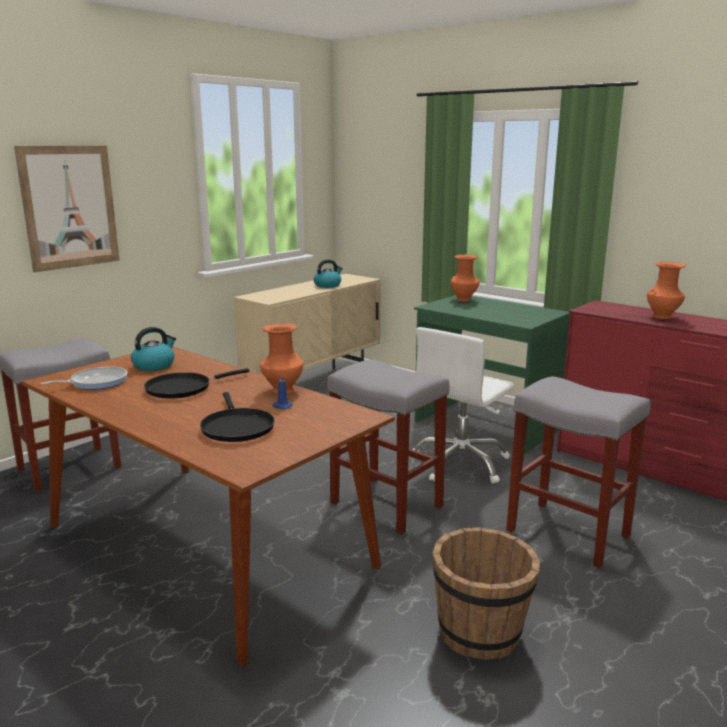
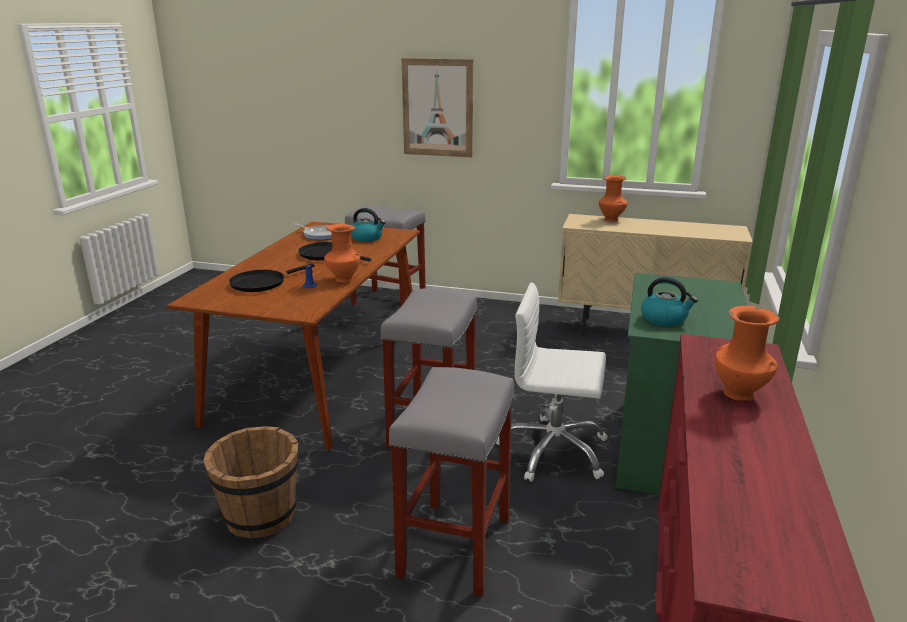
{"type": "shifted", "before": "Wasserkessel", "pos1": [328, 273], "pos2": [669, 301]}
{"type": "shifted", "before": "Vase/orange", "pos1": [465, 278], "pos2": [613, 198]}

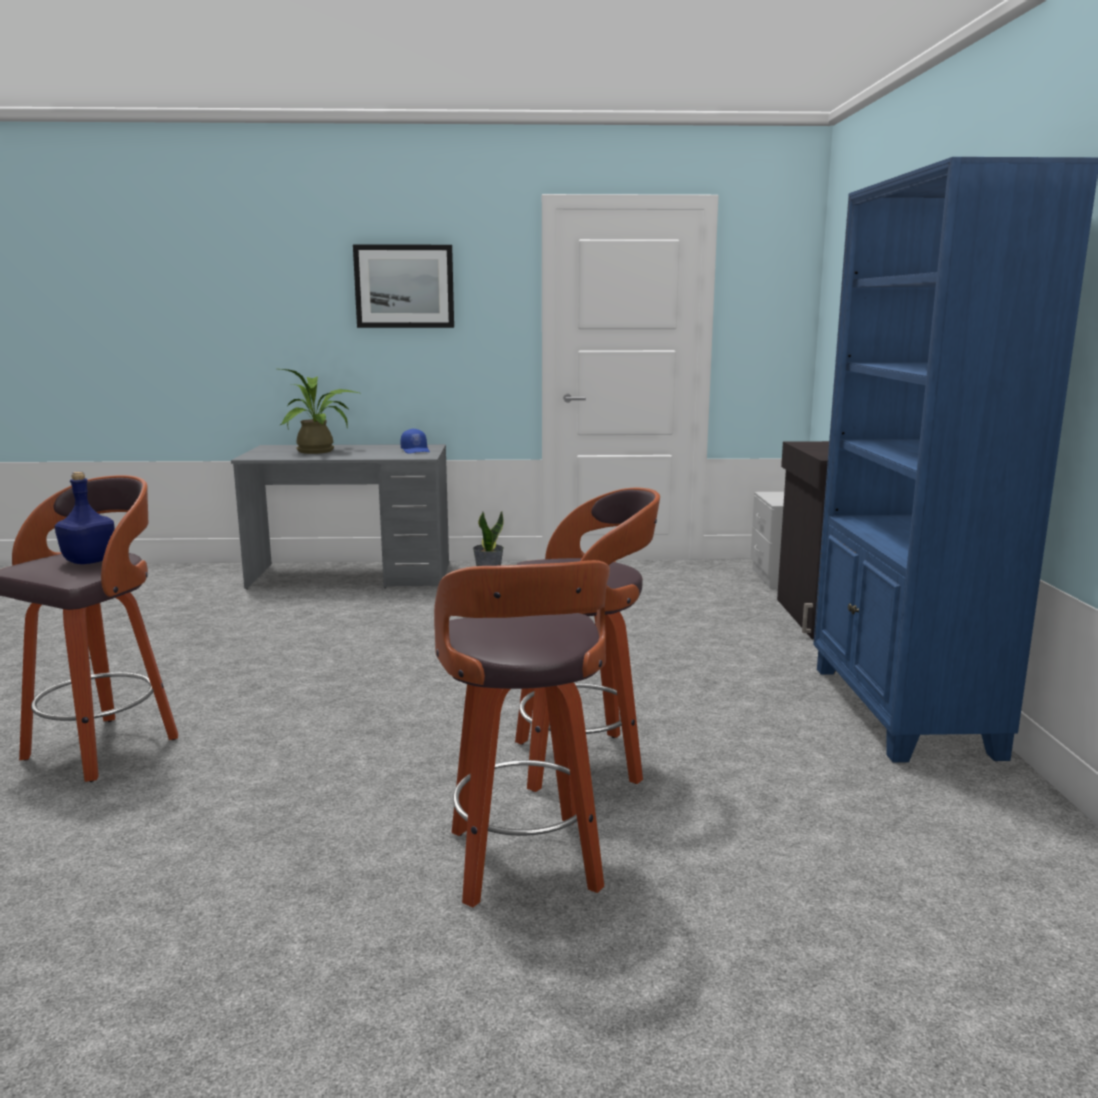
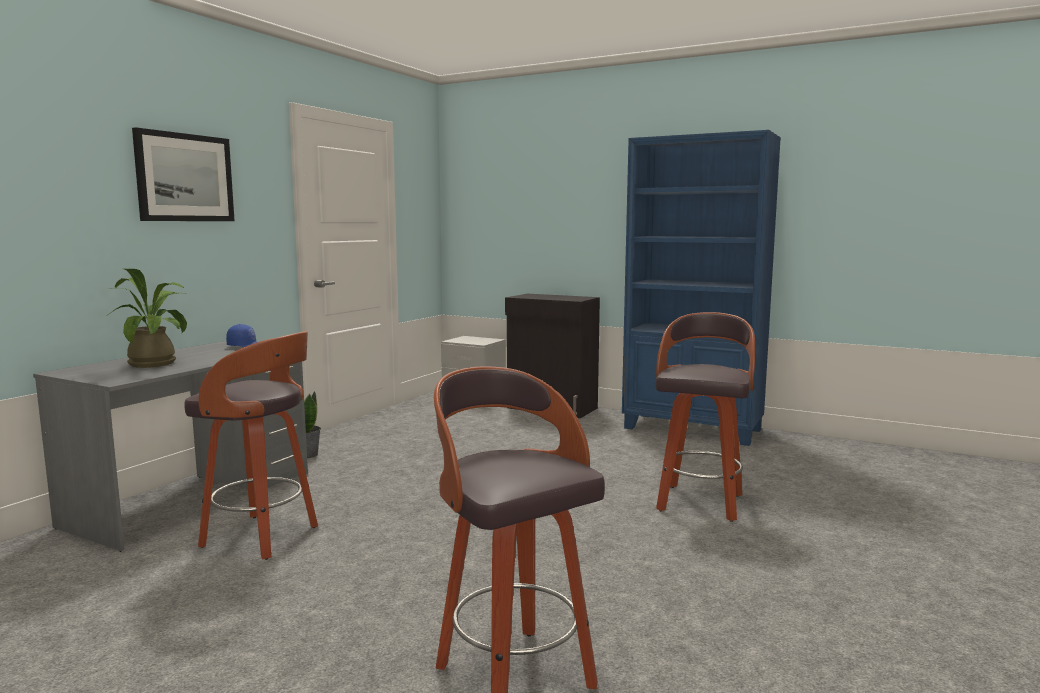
{"type": "gone", "before": "Flasche/blau", "pos1": [85, 518]}
{"type": "shifted", "before": "Hocker", "pos1": [522, 734], "pos2": [251, 445]}

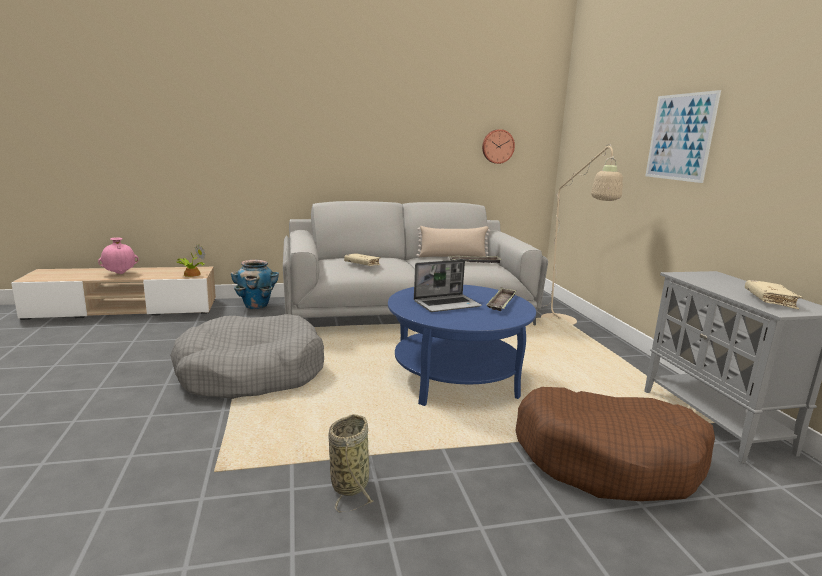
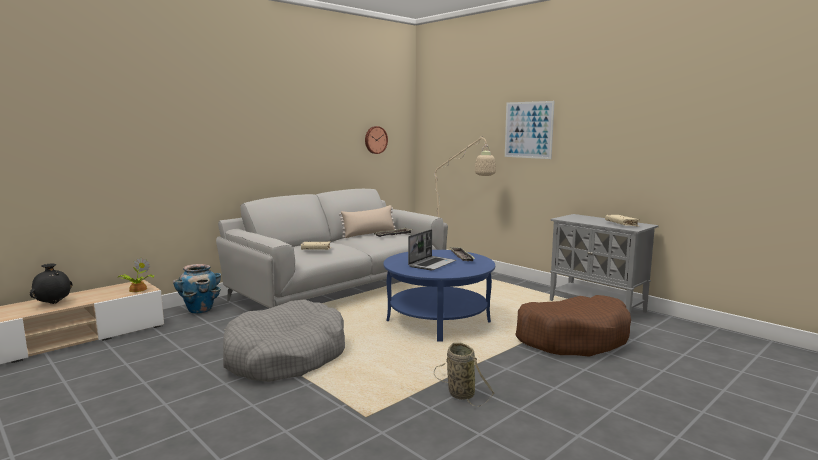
{"type": "repainted", "before": "Vase/rosa", "after": "Vase/schwarz", "pos1": [118, 255], "pos2": [51, 284]}

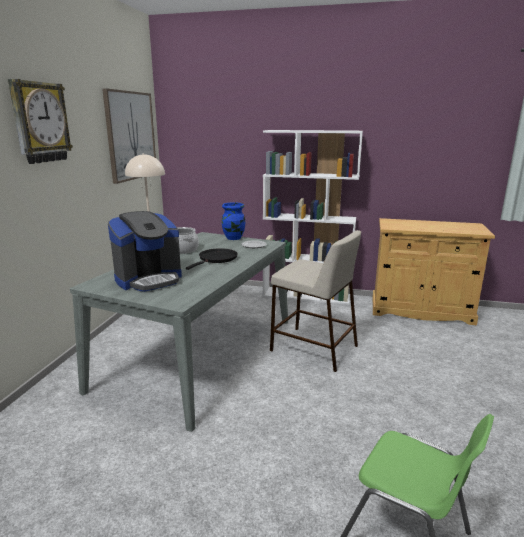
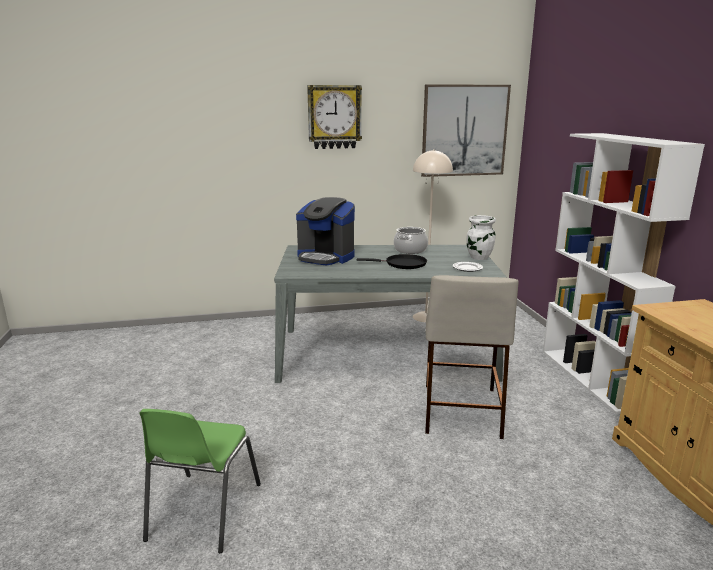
{"type": "repainted", "before": "Vase/blau", "after": "Vase/weiß", "pos1": [233, 221], "pos2": [481, 237]}

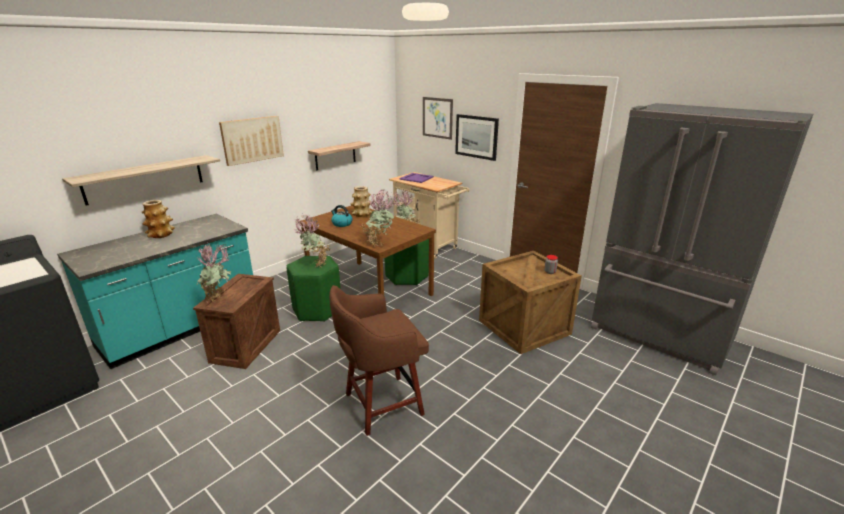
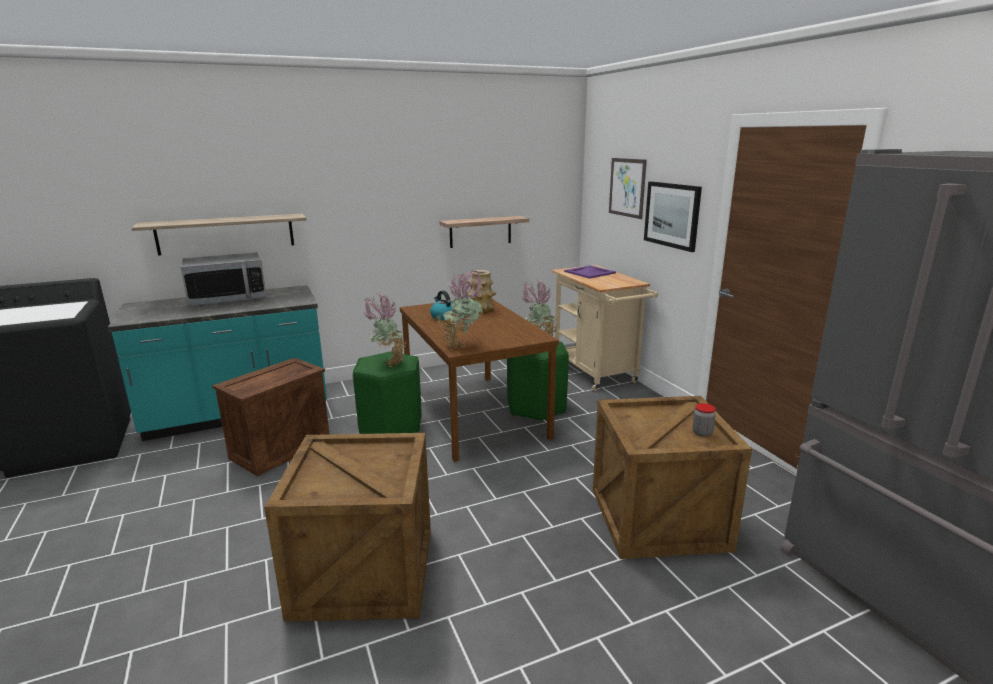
{"type": "gone", "before": "Topfpflanze", "pos1": [214, 272]}
{"type": "gone", "before": "Bild", "pos1": [251, 141]}
{"type": "swapped", "before": "Vase", "after": "Mikrowelle", "pos1": [158, 219], "pos2": [224, 279]}
{"type": "swapped", "before": "Hocker/braun", "after": "Kiste", "pos1": [379, 360], "pos2": [347, 527]}

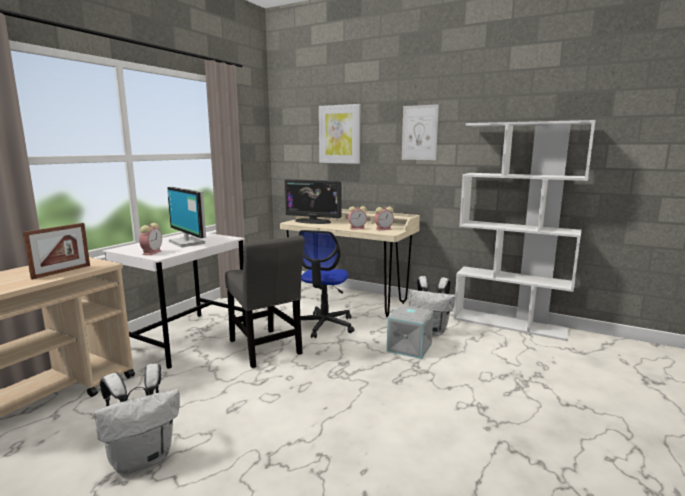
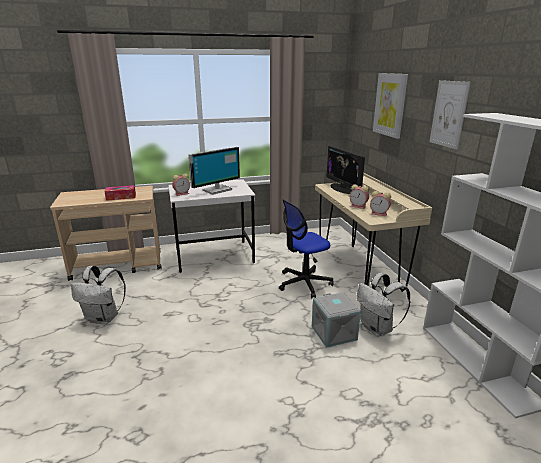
{"type": "gone", "before": "Stuhl/grau", "pos1": [265, 301]}
{"type": "swapped", "before": "Bilderrahmen", "after": "Taschentuchbox", "pos1": [56, 251], "pos2": [120, 193]}
{"type": "rotated", "before": "Monitor", "pos1": [186, 217], "pos2": [214, 171], "turn": -135}

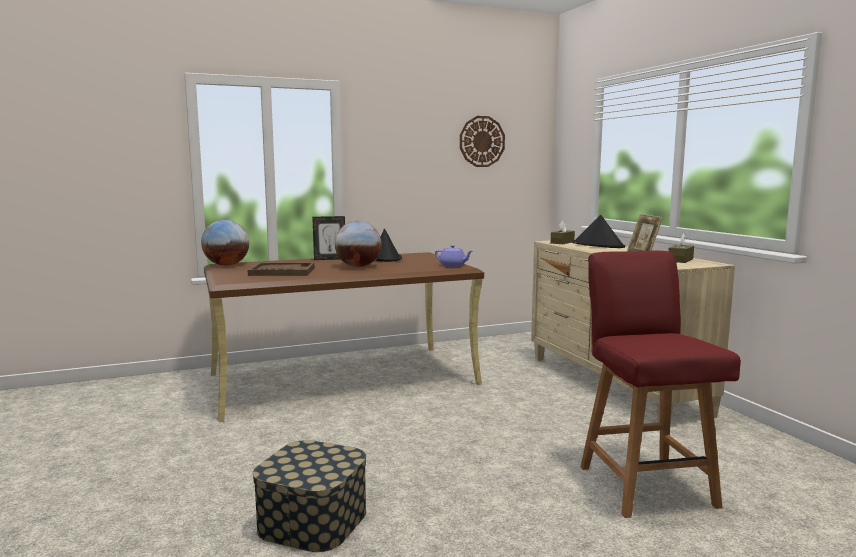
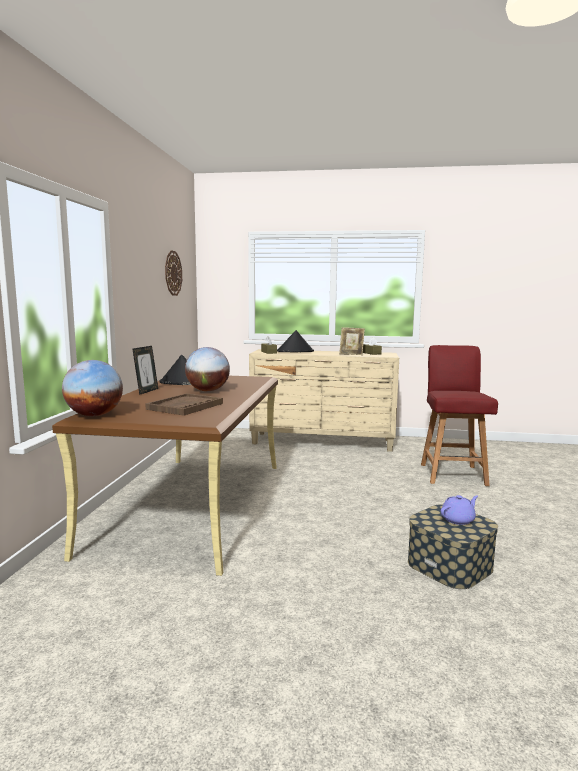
{"type": "shifted", "before": "Teekanne/lila", "pos1": [453, 256], "pos2": [459, 510]}
{"type": "rotated", "before": "Stuhl/rot", "pos1": [660, 384], "pos2": [459, 415], "turn": 75}

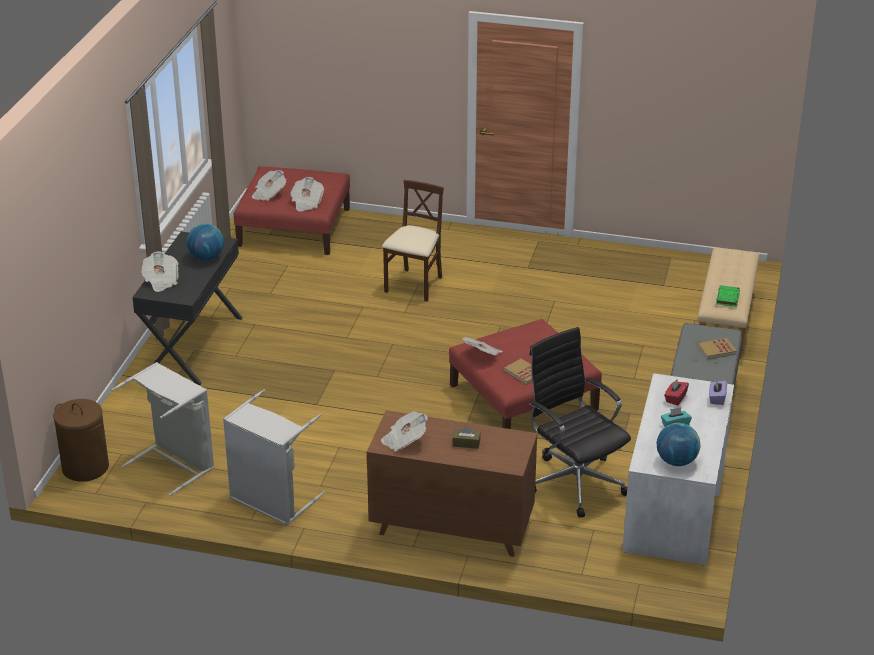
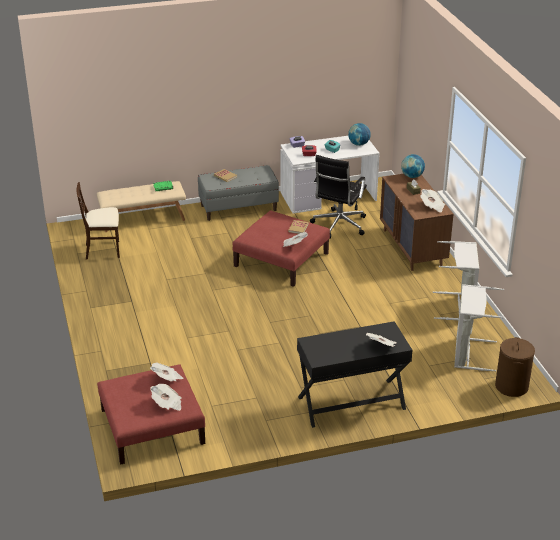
{"type": "shifted", "before": "Globus", "pos1": [205, 242], "pos2": [413, 166]}
{"type": "shifted", "before": "Stuhl/beige", "pos1": [413, 241], "pos2": [98, 220]}

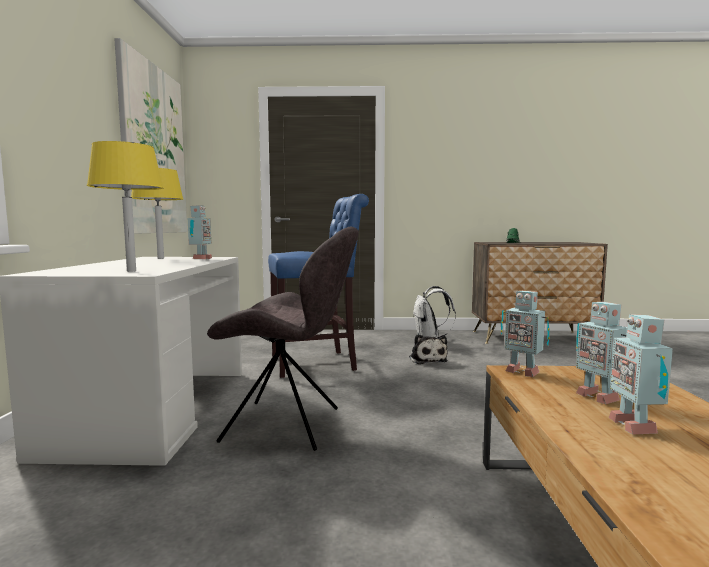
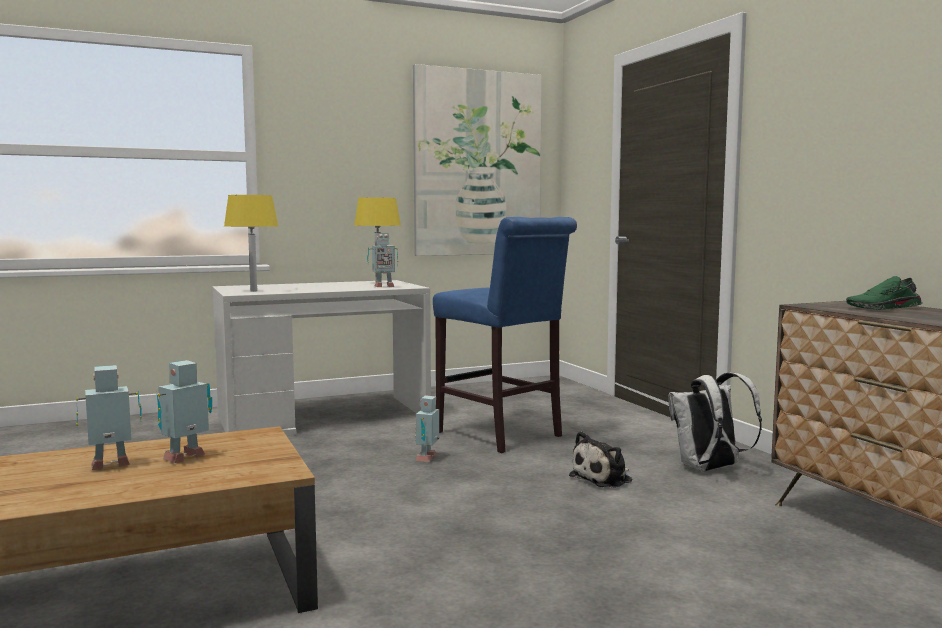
{"type": "gone", "before": "Stuhl/grau", "pos1": [283, 339]}
{"type": "shifted", "before": "Spielzeugroboter", "pos1": [525, 334], "pos2": [427, 428]}

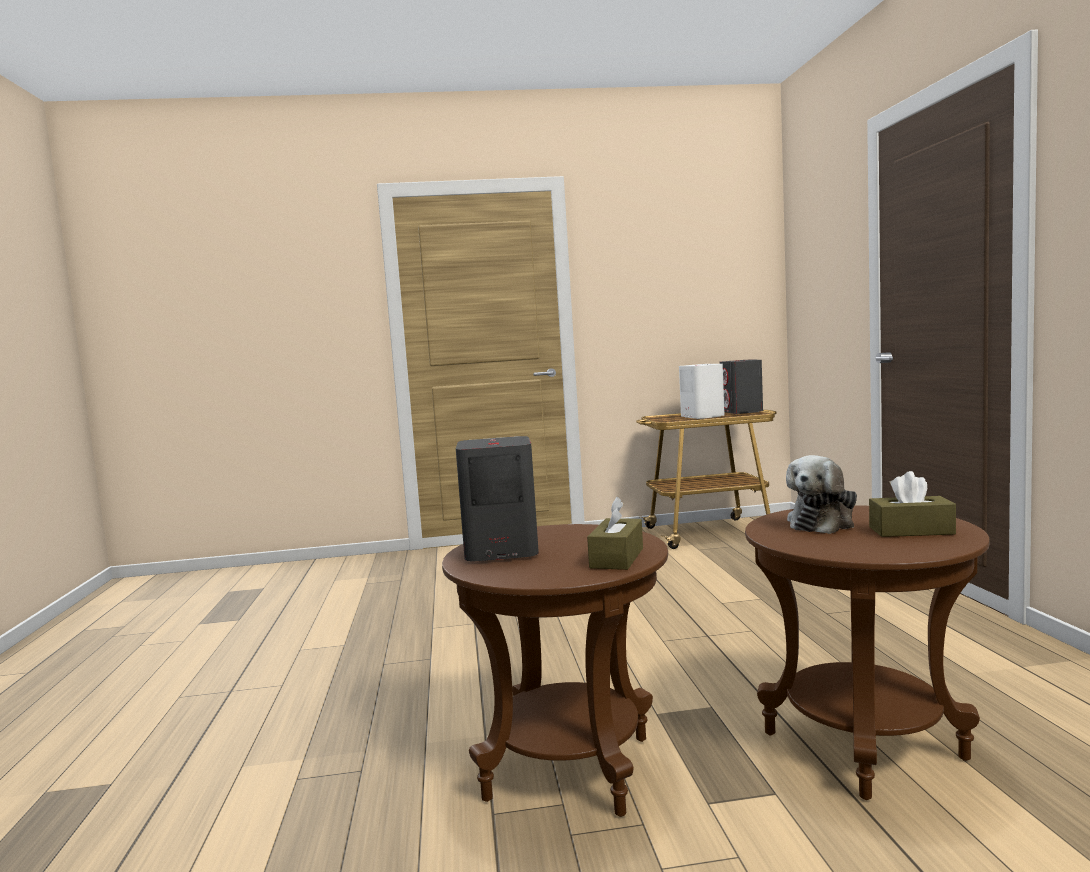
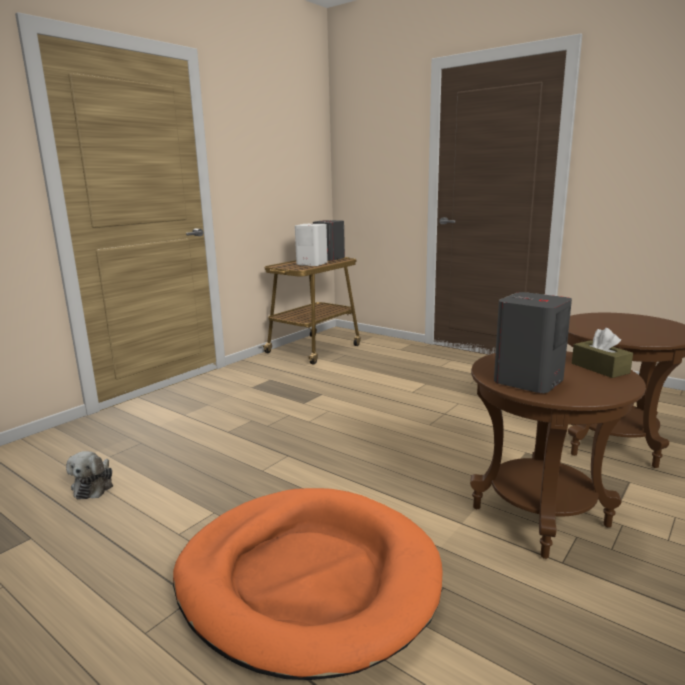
{"type": "gone", "before": "Taschentuchbox/braun", "pos1": [912, 504]}
{"type": "new", "after": "Hundebett/orange", "pos2": [308, 584]}
{"type": "shifted", "before": "Plüschtier", "pos1": [821, 494], "pos2": [89, 475]}

